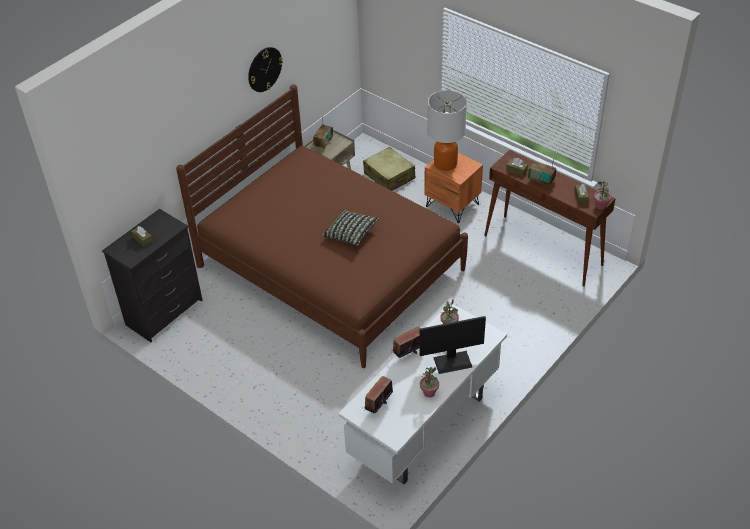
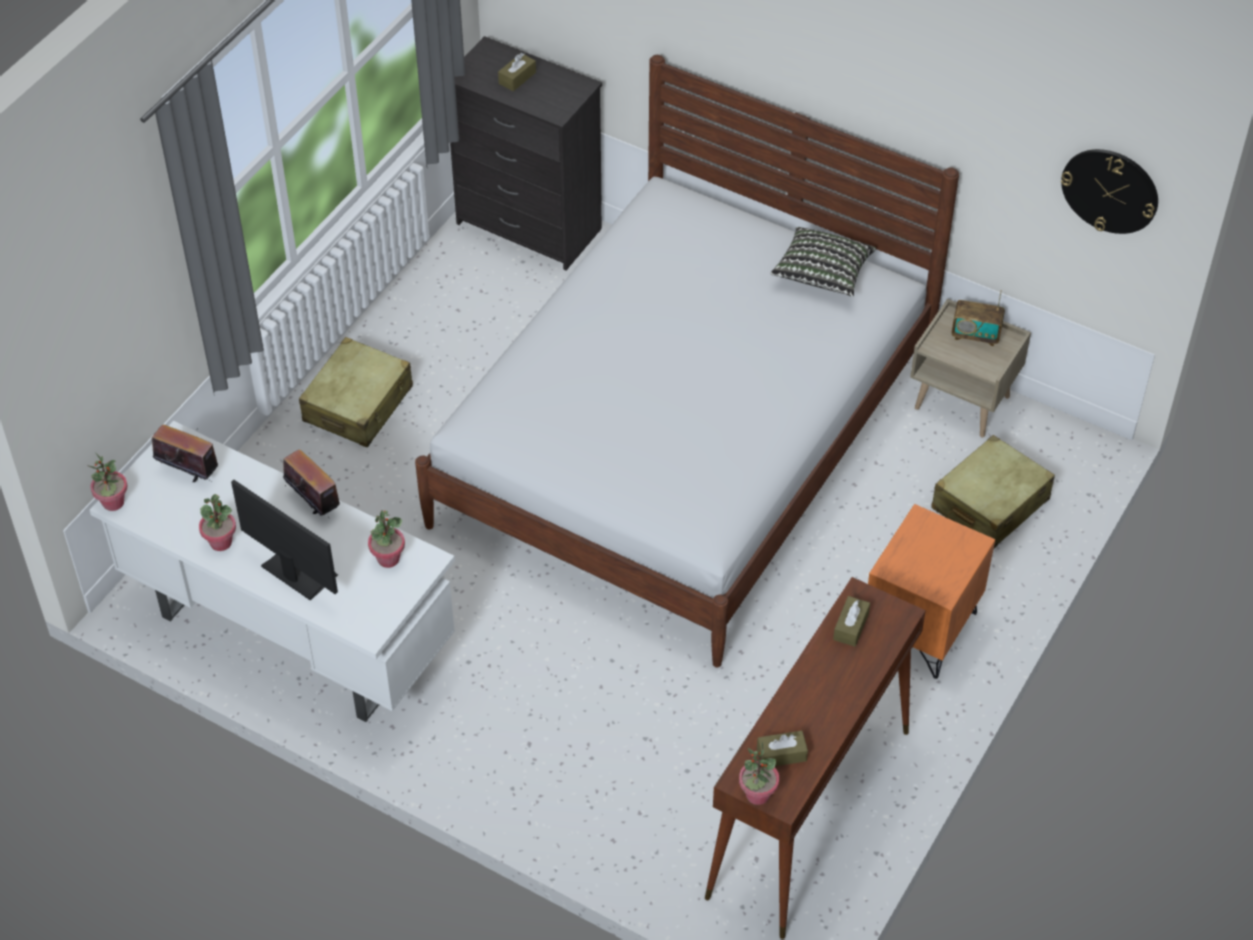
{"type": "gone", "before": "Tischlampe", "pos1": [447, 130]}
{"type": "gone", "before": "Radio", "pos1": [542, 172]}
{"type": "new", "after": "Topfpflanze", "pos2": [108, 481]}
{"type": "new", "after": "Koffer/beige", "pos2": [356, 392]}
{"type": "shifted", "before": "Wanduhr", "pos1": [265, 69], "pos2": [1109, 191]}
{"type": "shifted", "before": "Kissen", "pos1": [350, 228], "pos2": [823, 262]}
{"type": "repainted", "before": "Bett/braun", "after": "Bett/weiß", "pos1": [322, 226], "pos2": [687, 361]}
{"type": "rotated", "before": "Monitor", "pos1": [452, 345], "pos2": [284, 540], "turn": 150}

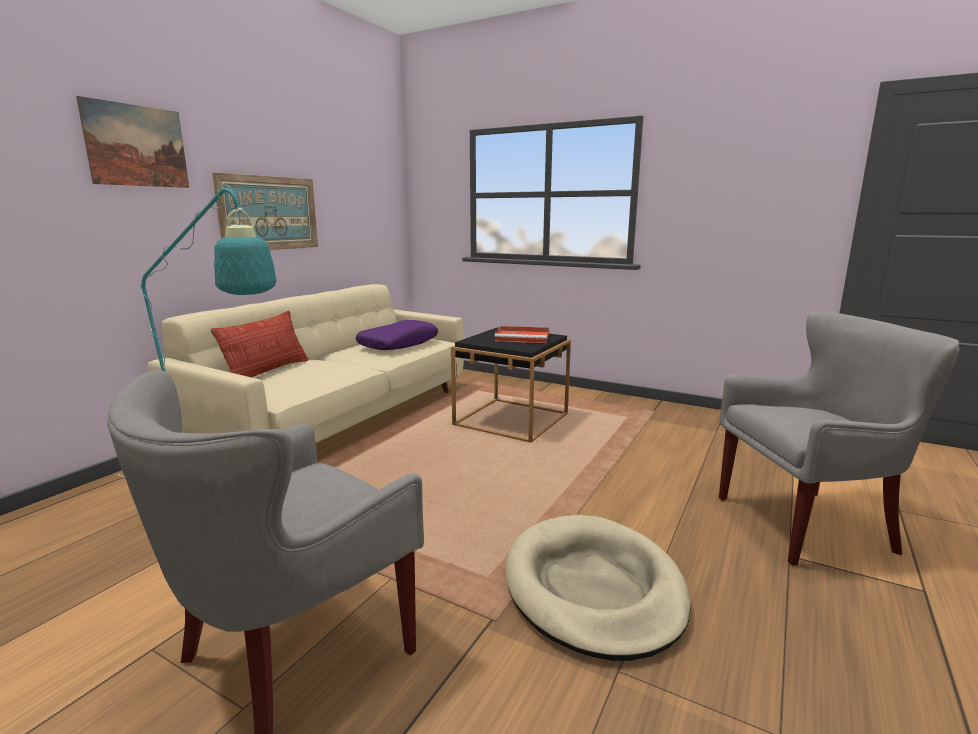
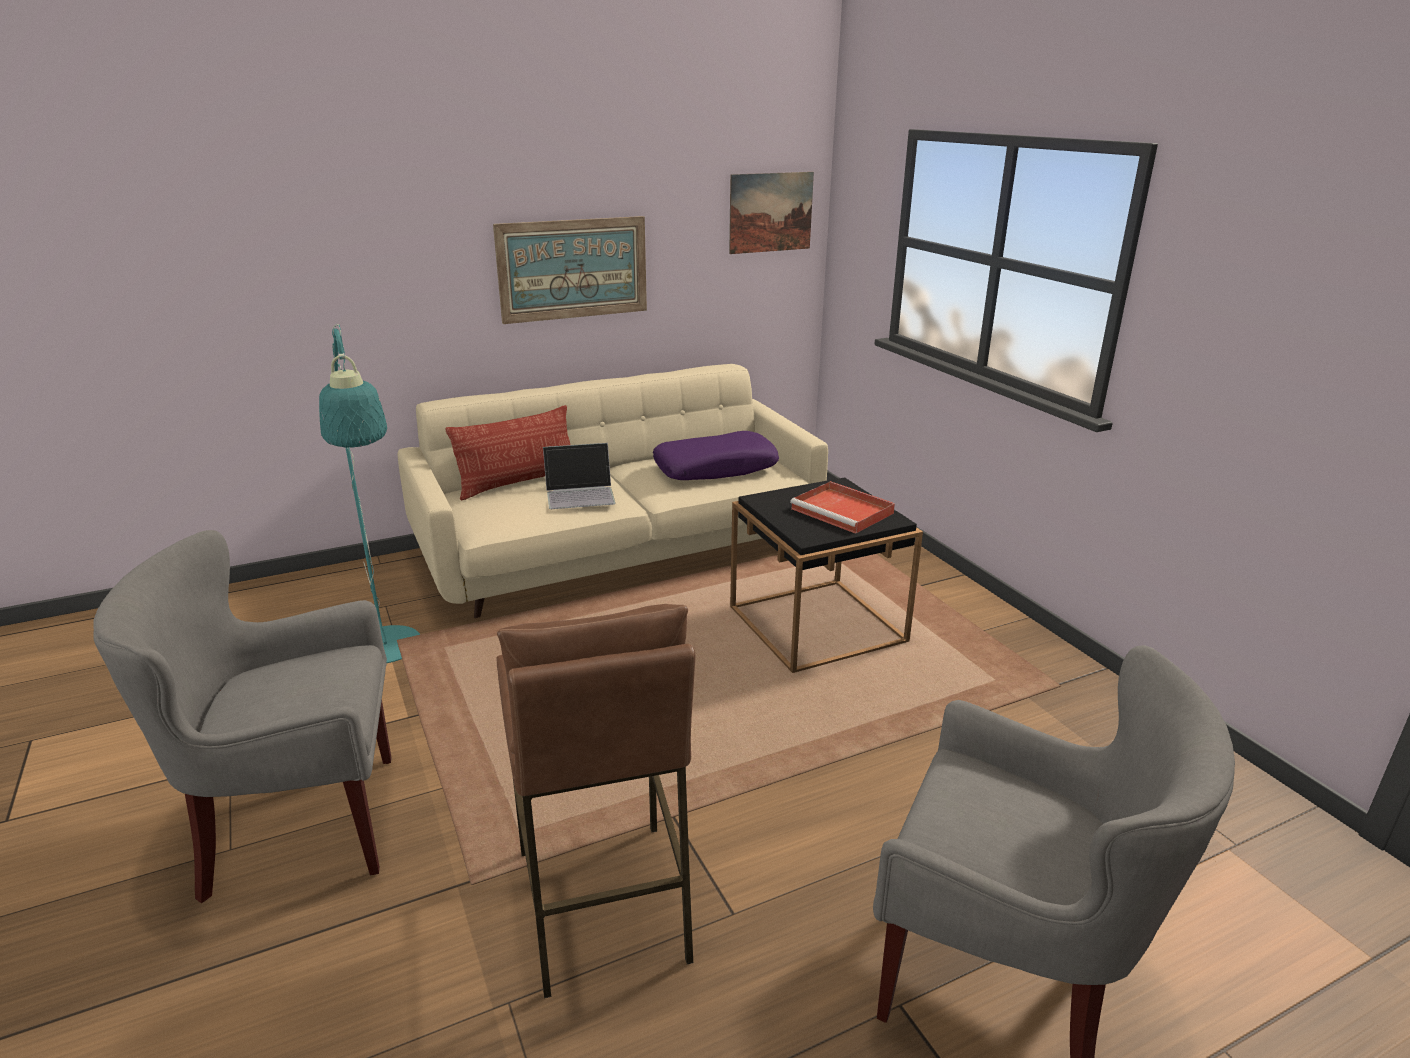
{"type": "new", "after": "Laptop", "pos2": [579, 476]}
{"type": "shifted", "before": "Bild", "pos1": [132, 142], "pos2": [771, 213]}
{"type": "swapped", "before": "Hundebett/beige", "after": "Hocker/braun", "pos1": [598, 588], "pos2": [596, 801]}

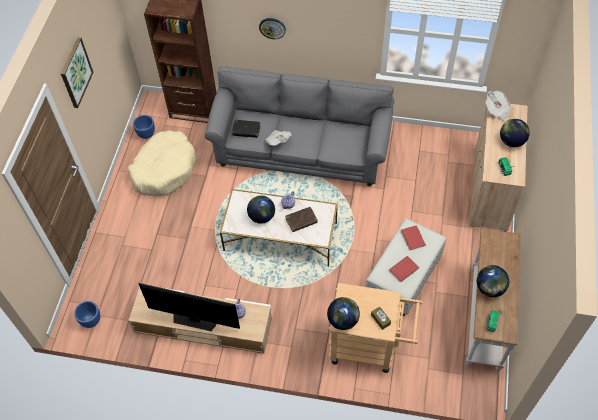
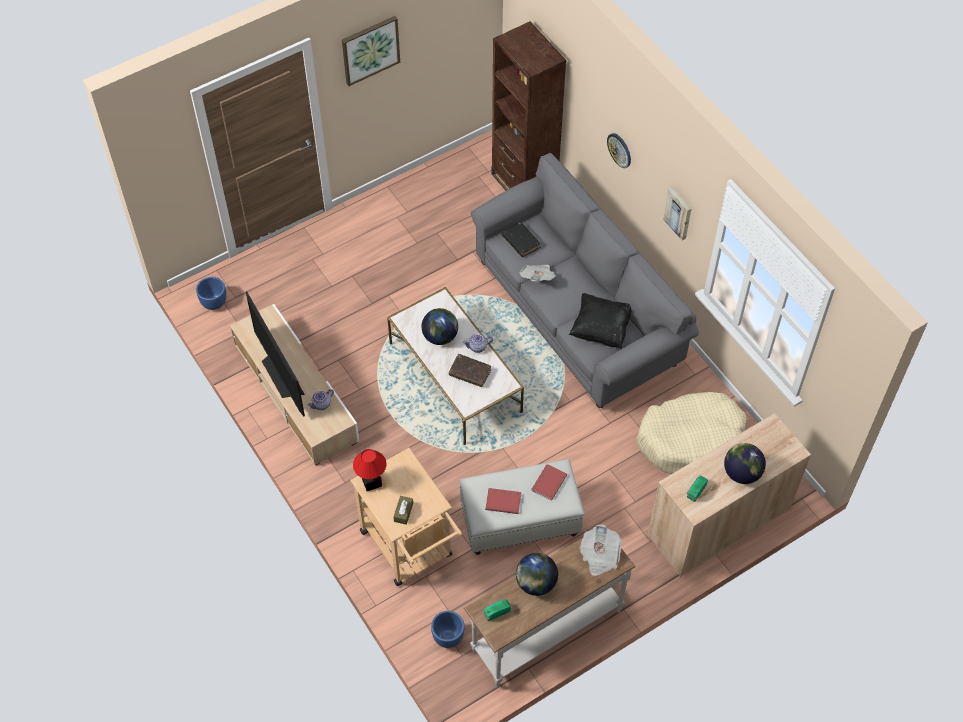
{"type": "new", "after": "Kissen/schwarz", "pos2": [600, 321]}
{"type": "new", "after": "Bild", "pos2": [677, 214]}
{"type": "shifted", "before": "Hundebett/beige", "pos1": [162, 163], "pos2": [691, 433]}
{"type": "shifted", "before": "Pflanzkübel/blau", "pos1": [144, 127], "pos2": [447, 629]}
{"type": "shifted", "before": "Zeitung", "pos1": [499, 106], "pos2": [600, 550]}
{"type": "swapped", "before": "Globus", "after": "Tischlampe", "pos1": [343, 313], "pos2": [370, 470]}

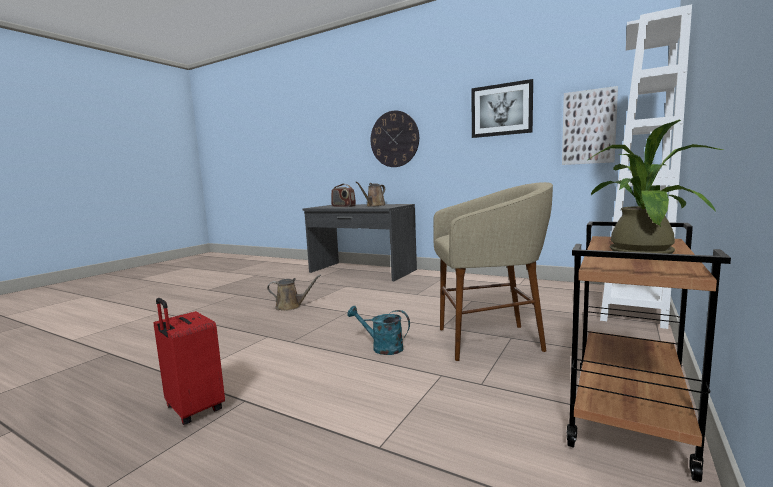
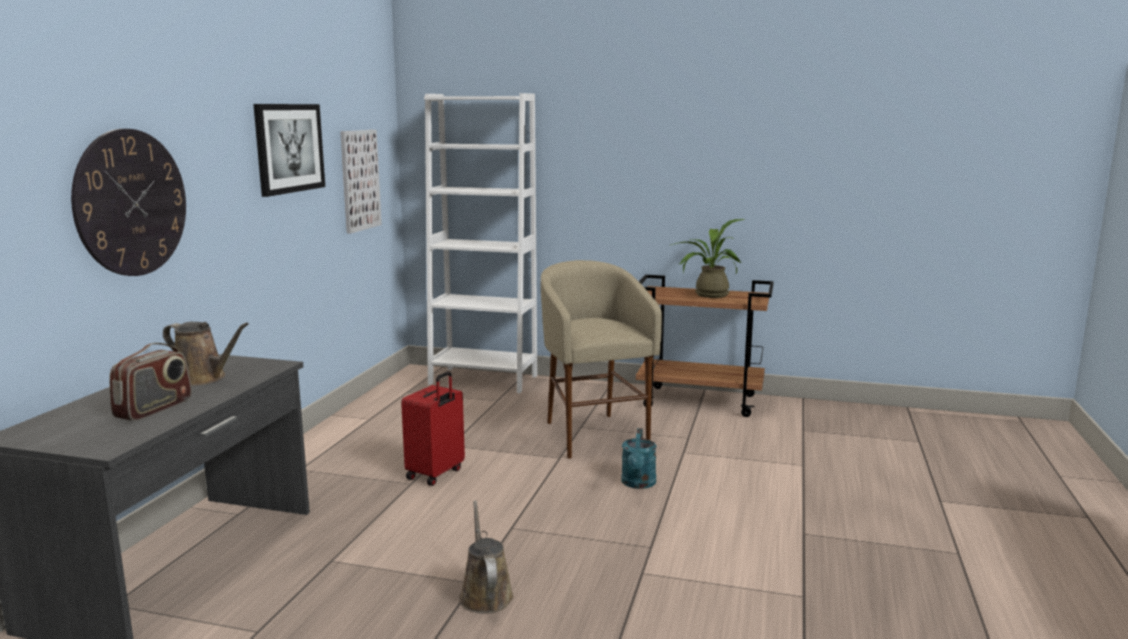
{"type": "shifted", "before": "Koffer/rot", "pos1": [189, 361], "pos2": [433, 428]}

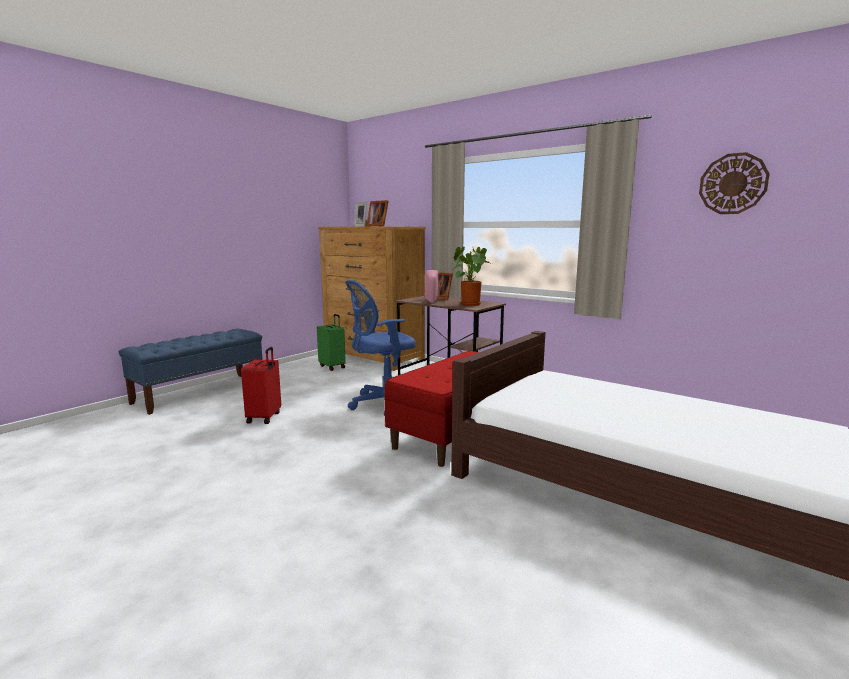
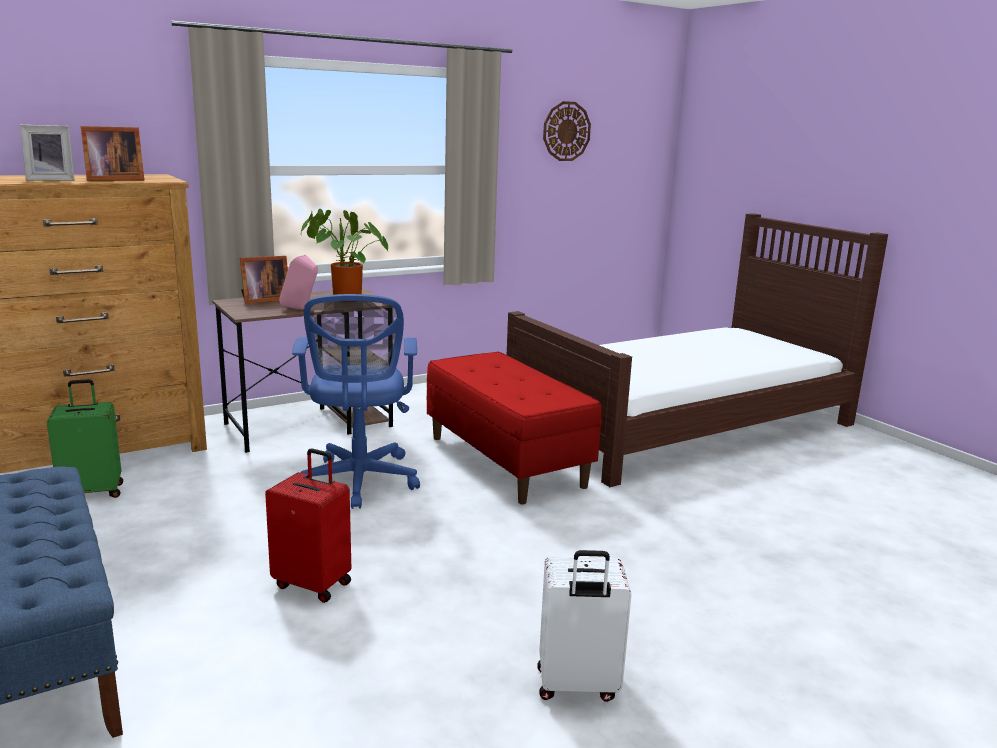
{"type": "new", "after": "Koffer/weiß", "pos2": [584, 626]}

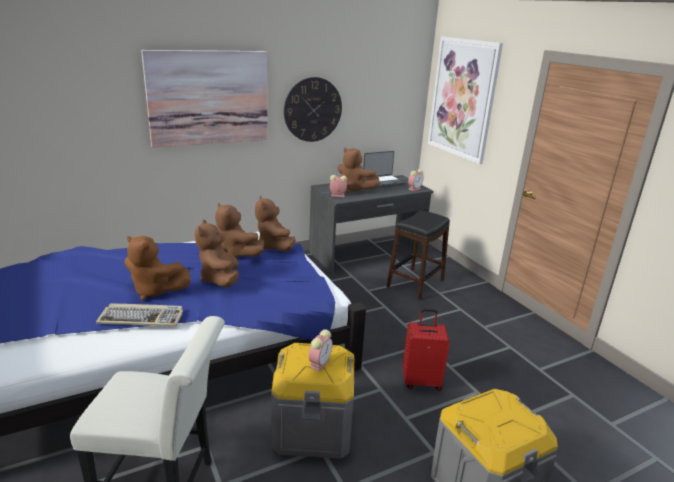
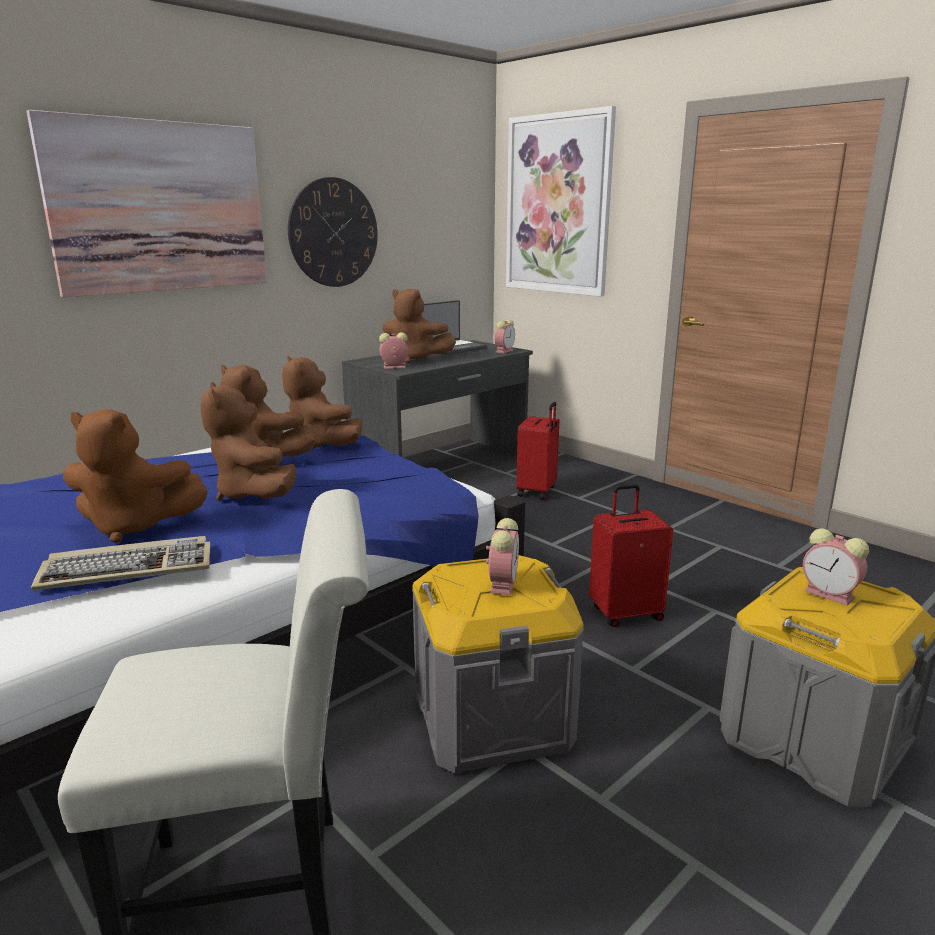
{"type": "new", "after": "Wecker", "pos2": [836, 567]}
{"type": "swapped", "before": "Hocker/schwarz", "after": "Koffer/rot", "pos1": [418, 255], "pos2": [537, 451]}

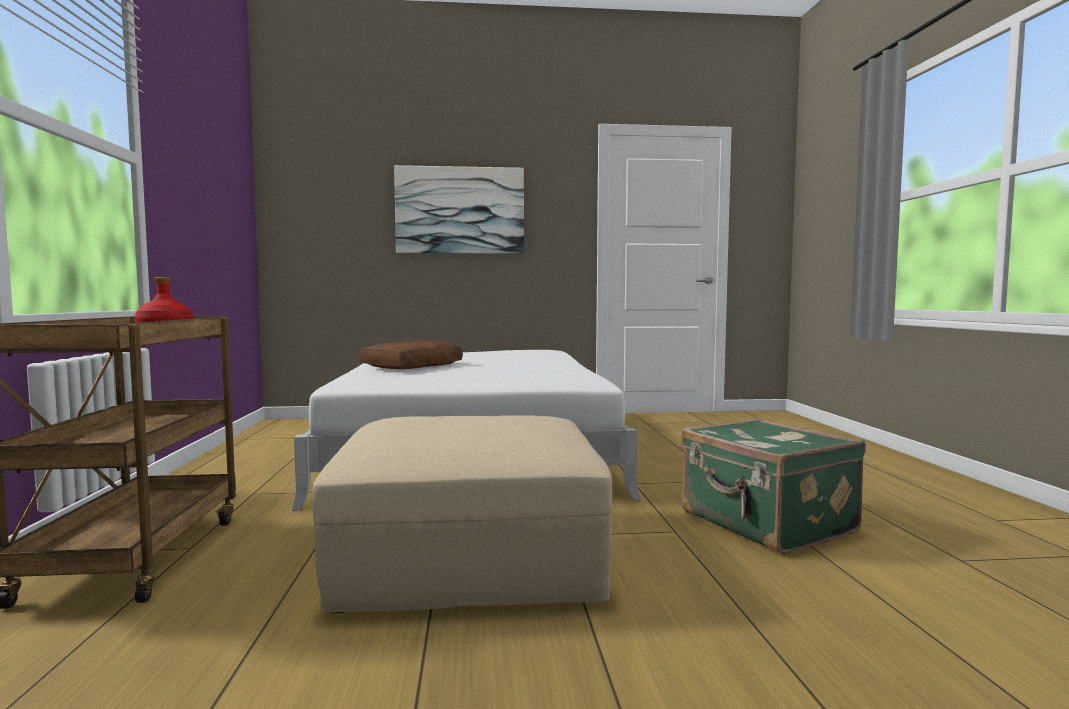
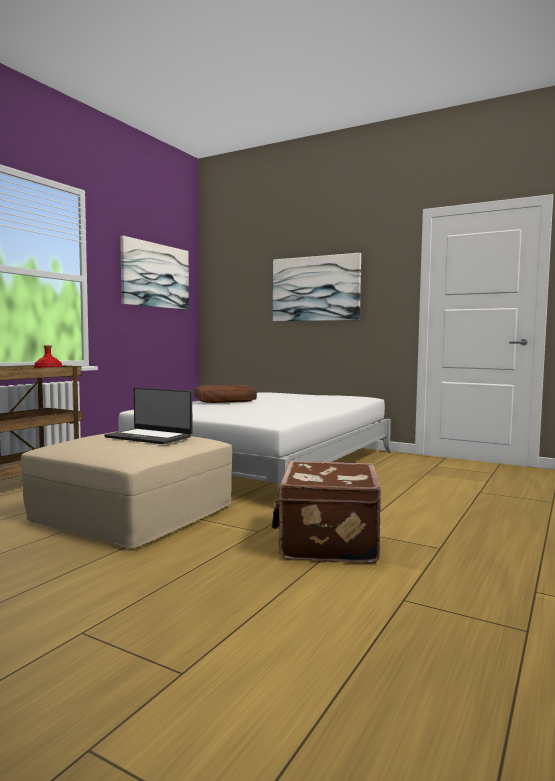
{"type": "new", "after": "Laptop", "pos2": [148, 416]}
{"type": "new", "after": "Bild", "pos2": [154, 273]}
{"type": "repainted", "before": "Koffer/grün", "after": "Koffer/braun", "pos1": [773, 486], "pos2": [326, 512]}

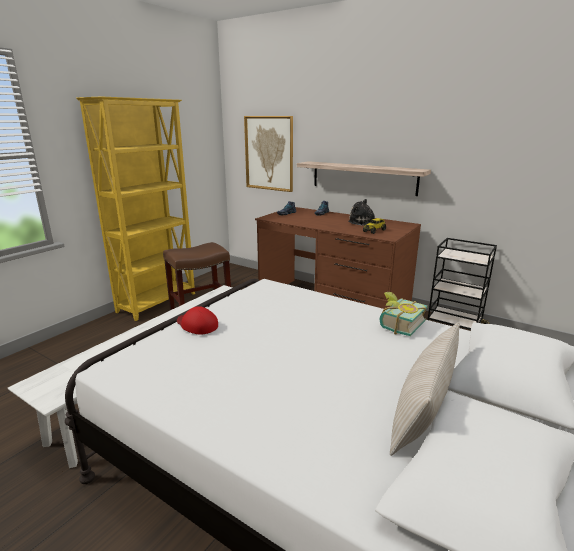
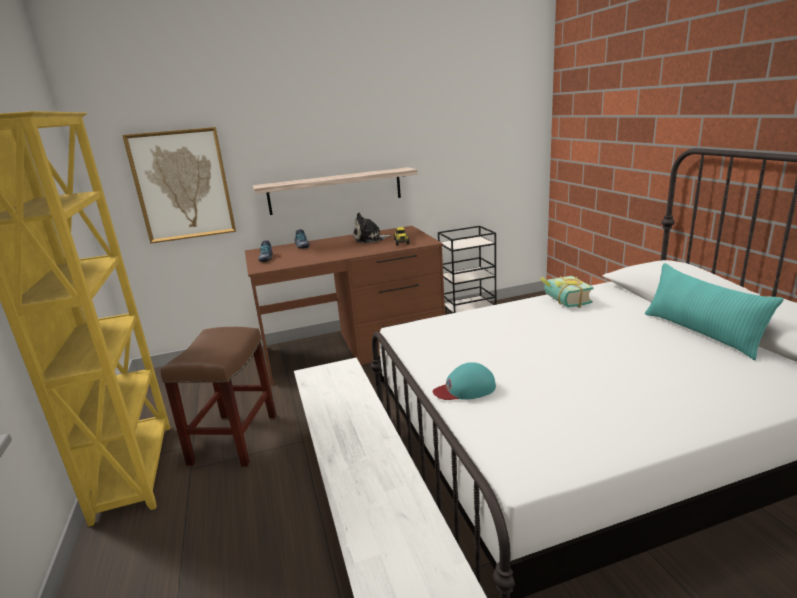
{"type": "repainted", "before": "Kappe/rot", "after": "Kappe/türkis", "pos1": [197, 320], "pos2": [464, 381]}
{"type": "repainted", "before": "Kissen/beige", "after": "Kissen/türkis", "pos1": [425, 389], "pos2": [714, 311]}

